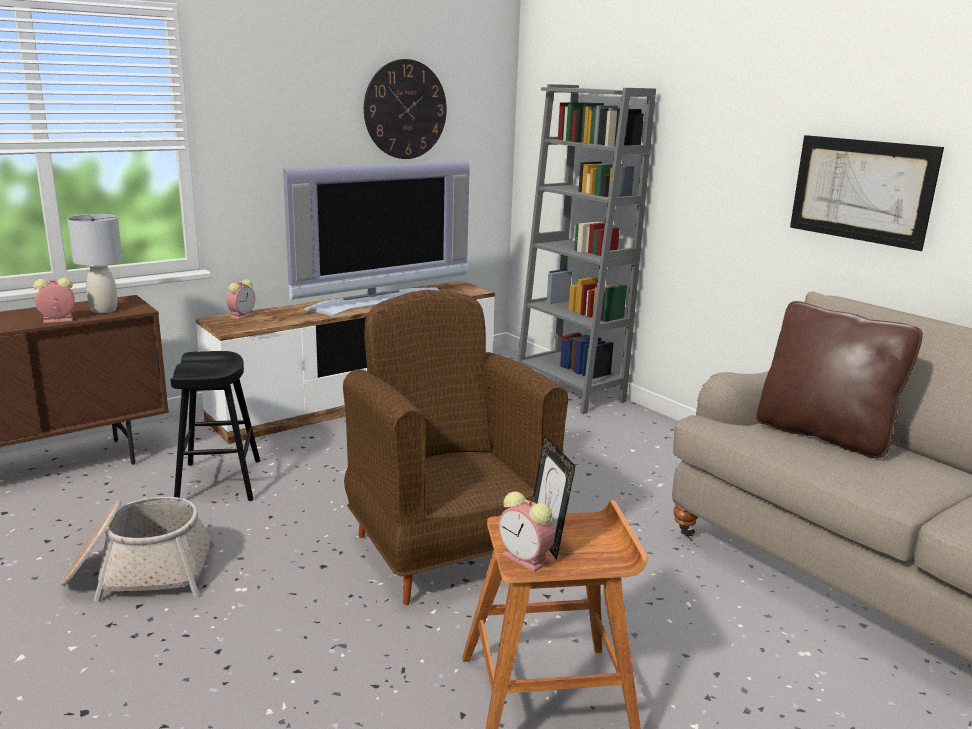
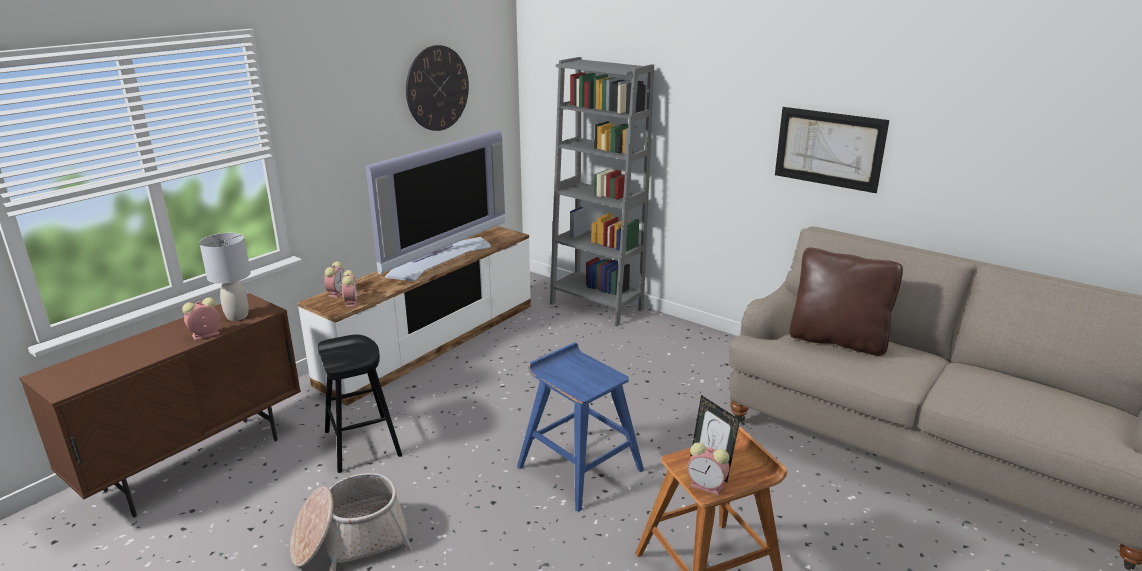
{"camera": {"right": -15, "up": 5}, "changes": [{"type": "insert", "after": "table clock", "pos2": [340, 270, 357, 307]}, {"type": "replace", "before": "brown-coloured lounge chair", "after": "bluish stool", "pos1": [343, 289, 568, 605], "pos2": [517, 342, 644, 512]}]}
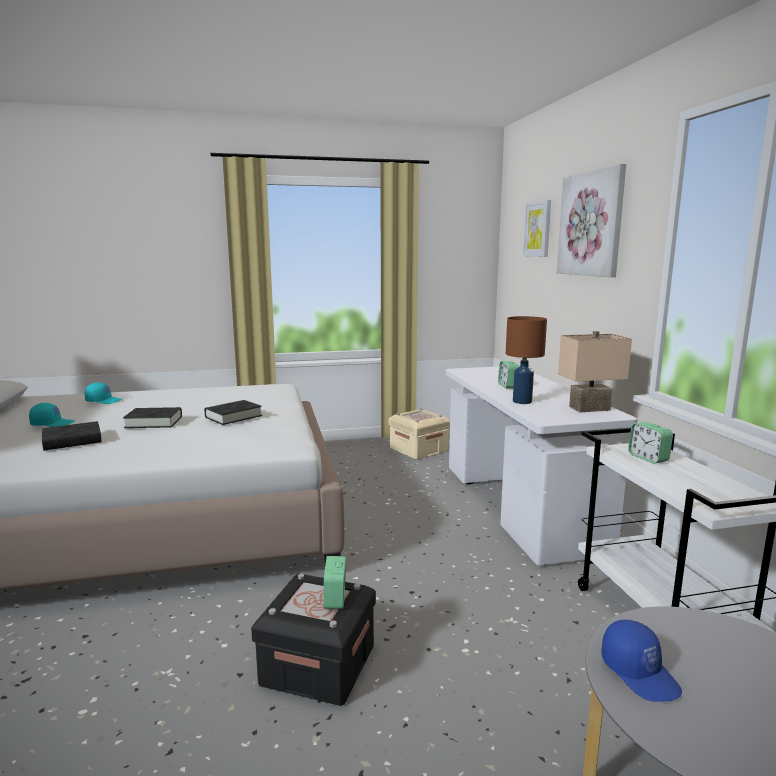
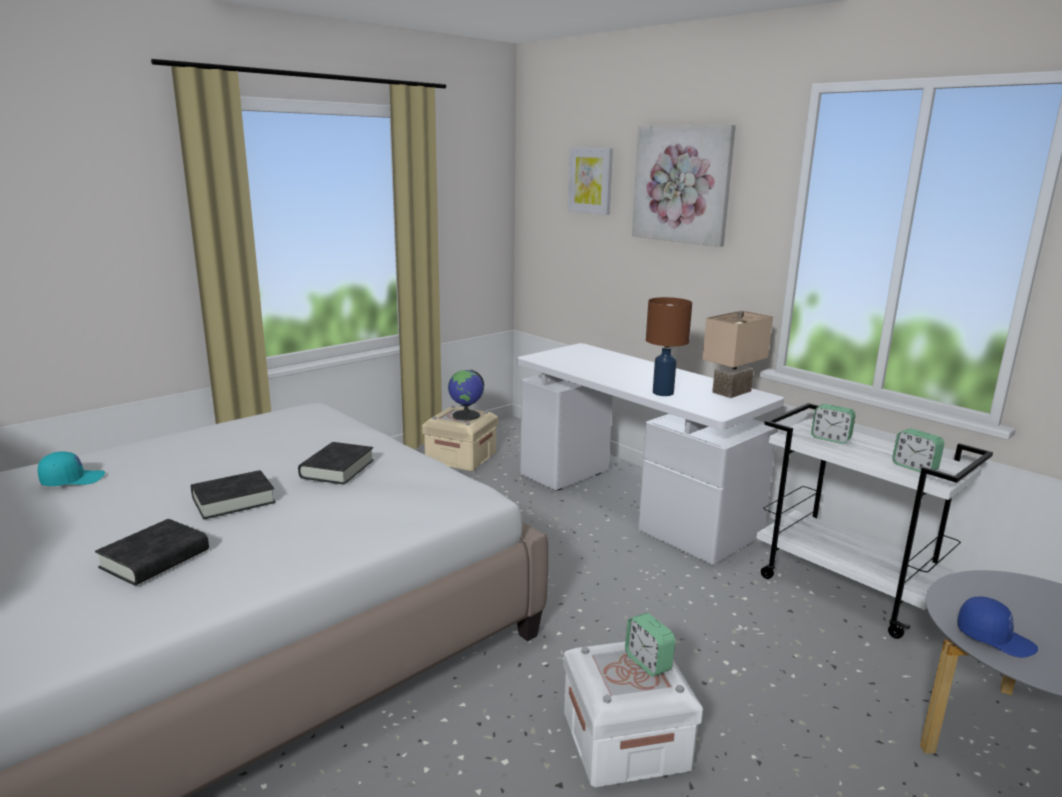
{"camera": {"right": -30, "up": 5}, "changes": [{"type": "delete", "before": "turquoise-coloured peaked cap", "pos1": [29, 403, 75, 427]}, {"type": "insert", "after": "globe", "pos2": [448, 369, 484, 420]}, {"type": "move", "before": "table clock", "pos1": [498, 361, 519, 389], "pos2": [892, 429, 944, 473]}, {"type": "recolor", "before": "black-coloured storage bin", "after": "white storage bin", "pos1": [251, 574, 376, 706], "pos2": [563, 642, 703, 787]}]}
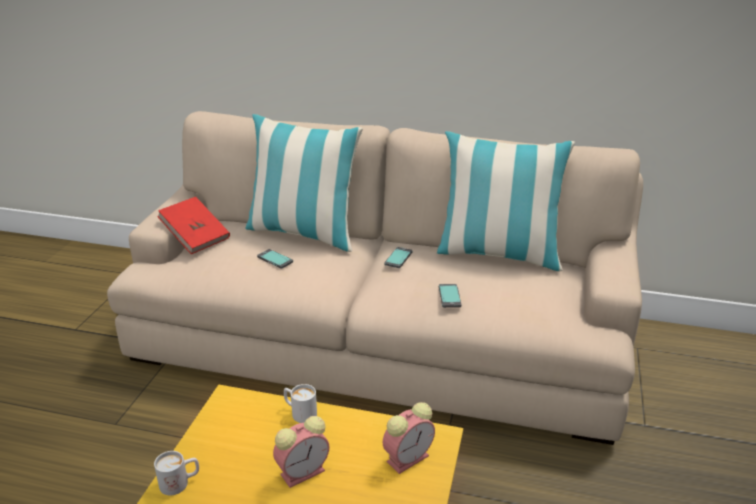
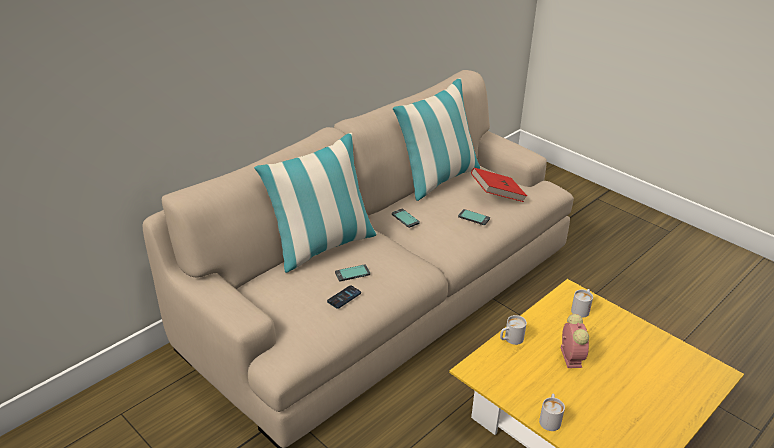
{"camera": {"right": -60, "up": 5}, "changes": [{"type": "insert", "after": "telephone", "pos2": [327, 286, 361, 309]}, {"type": "move", "before": "red volume", "pos1": [157, 197, 230, 254], "pos2": [471, 168, 527, 202]}, {"type": "replace", "before": "table clock", "after": "white tea mug", "pos1": [383, 402, 435, 474], "pos2": [571, 289, 593, 318]}]}
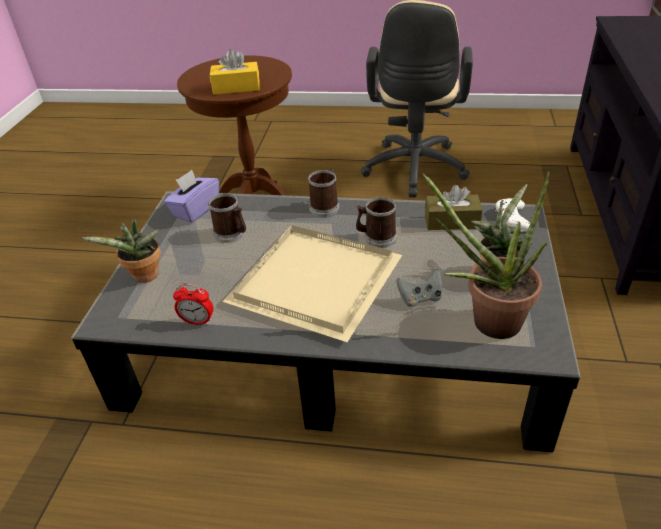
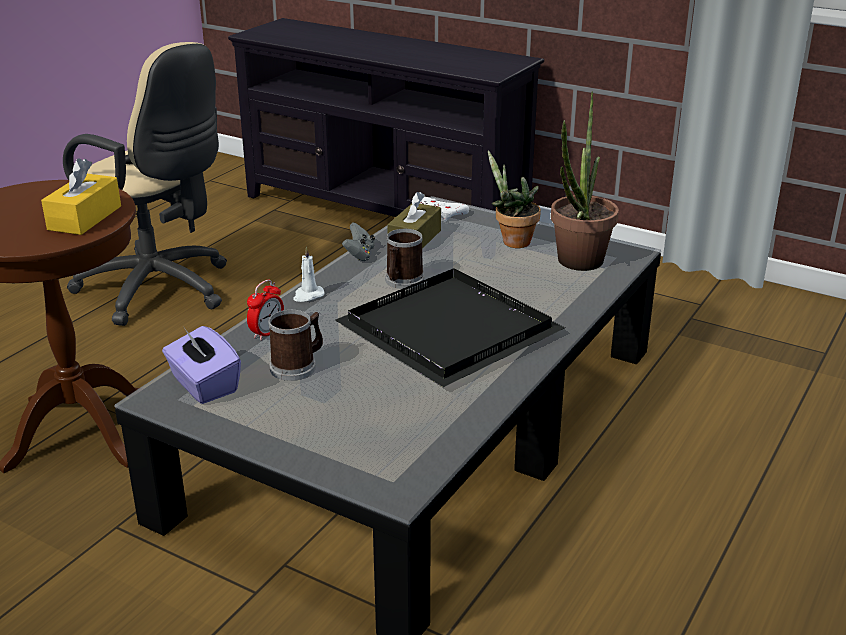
{"camera": {"right": -70, "up": -10}, "changes": [{"type": "delete", "before": "houseplant", "pos1": [81, 219, 161, 283]}, {"type": "move", "before": "table clock", "pos1": [173, 284, 213, 325], "pos2": [247, 280, 284, 341]}, {"type": "move", "before": "gray gamepad", "pos1": [396, 269, 442, 307], "pos2": [342, 222, 375, 261]}, {"type": "replace", "before": "tea mug", "after": "white candle", "pos1": [308, 168, 339, 217], "pos2": [293, 247, 325, 302]}, {"type": "recolor", "before": "sand-coloured tray", "after": "black-coloured tray", "pos1": [222, 225, 402, 342], "pos2": [335, 268, 565, 387]}]}
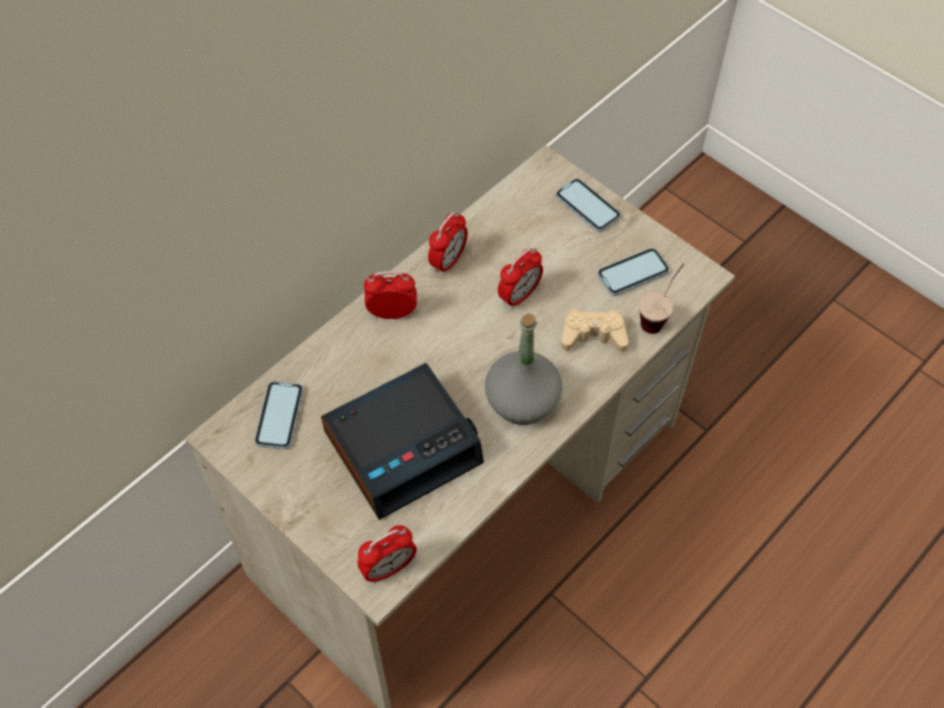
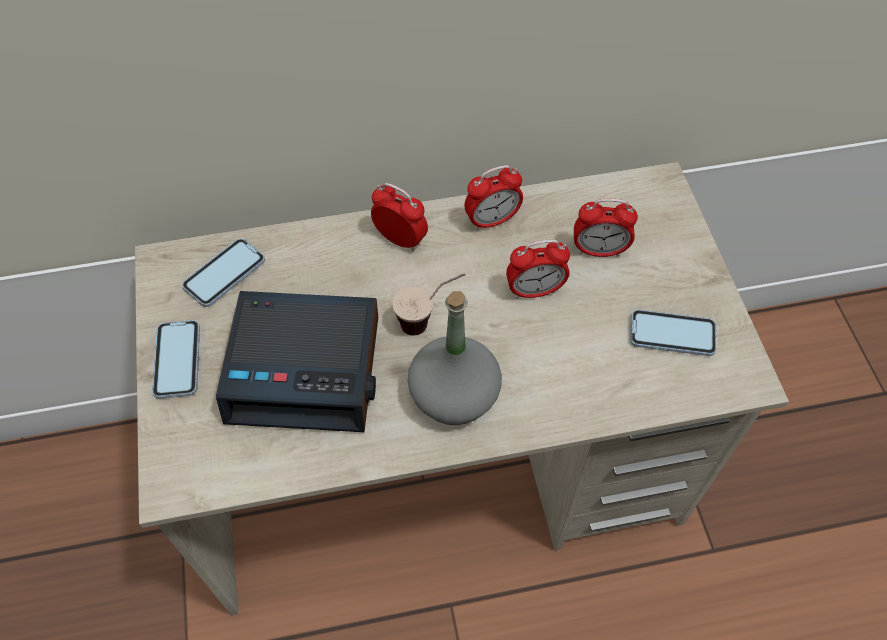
{"camera": {"right": 35, "up": 0}, "changes": [{"type": "delete", "before": "sand-coloured gamepad", "pos1": [561, 310, 628, 352]}, {"type": "move", "before": "table clock", "pos1": [357, 525, 417, 583], "pos2": [574, 198, 638, 257]}, {"type": "move", "before": "telephone", "pos1": [556, 178, 621, 232], "pos2": [152, 320, 200, 399]}, {"type": "move", "before": "drinking cup", "pos1": [639, 264, 684, 334], "pos2": [392, 273, 465, 335]}]}
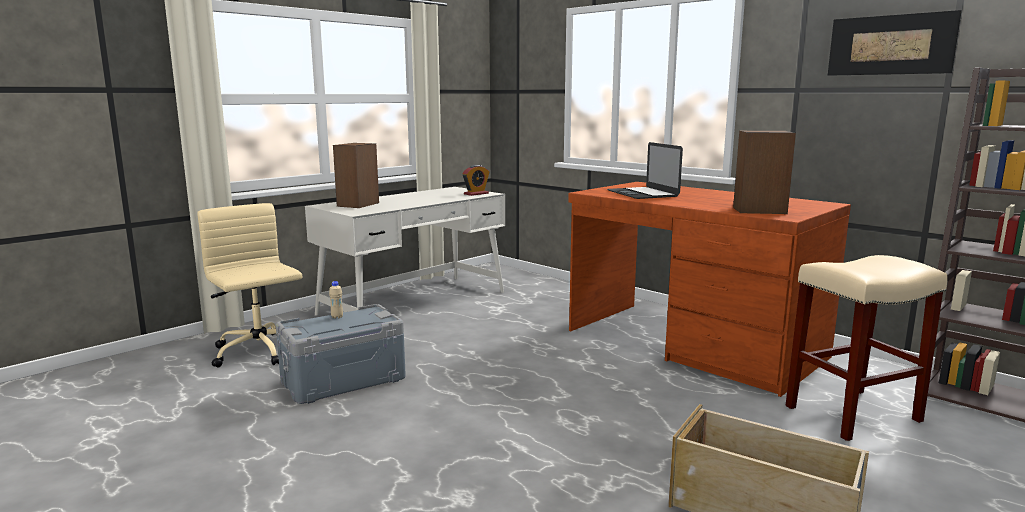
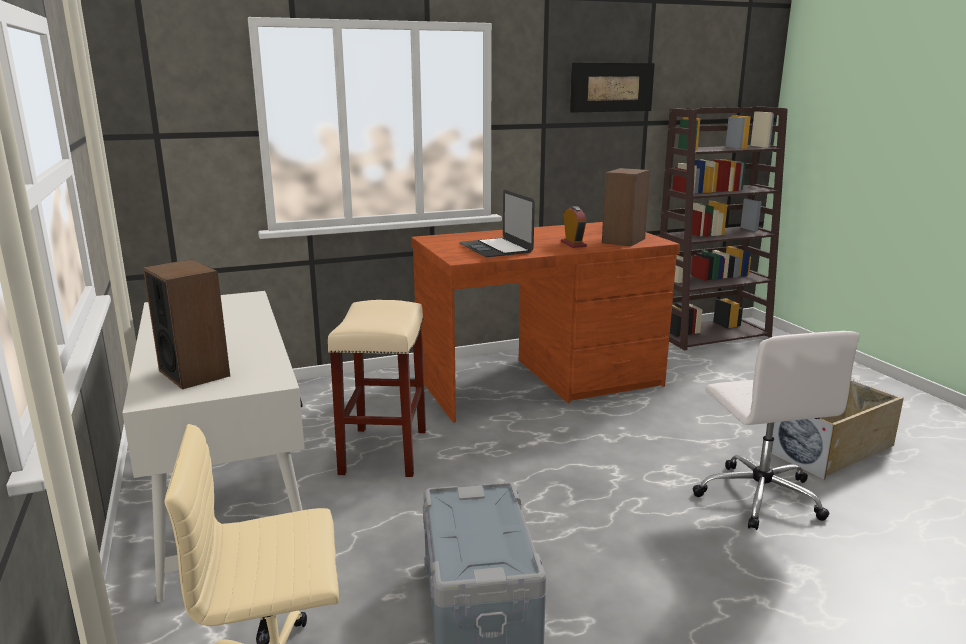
{"camera": {"right": -65, "up": 5}, "changes": [{"type": "delete", "before": "sand-coloured beverage bottle", "pos1": [329, 281, 343, 319]}, {"type": "insert", "after": "white computer chair", "pos2": [692, 331, 860, 530]}, {"type": "move", "before": "table clock", "pos1": [462, 165, 489, 196], "pos2": [561, 206, 587, 248]}, {"type": "move", "before": "sand-coloured stool", "pos1": [785, 255, 948, 441], "pos2": [328, 300, 426, 477]}, {"type": "rotate", "before": "portable computer", "pos1": [607, 142, 683, 199], "pos2": [459, 190, 535, 257], "turn": 60}]}
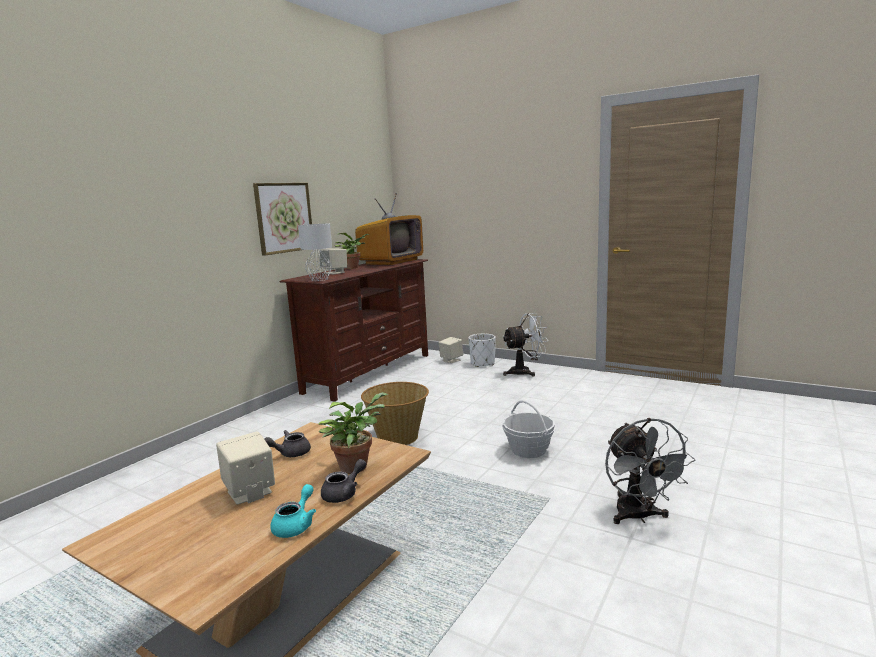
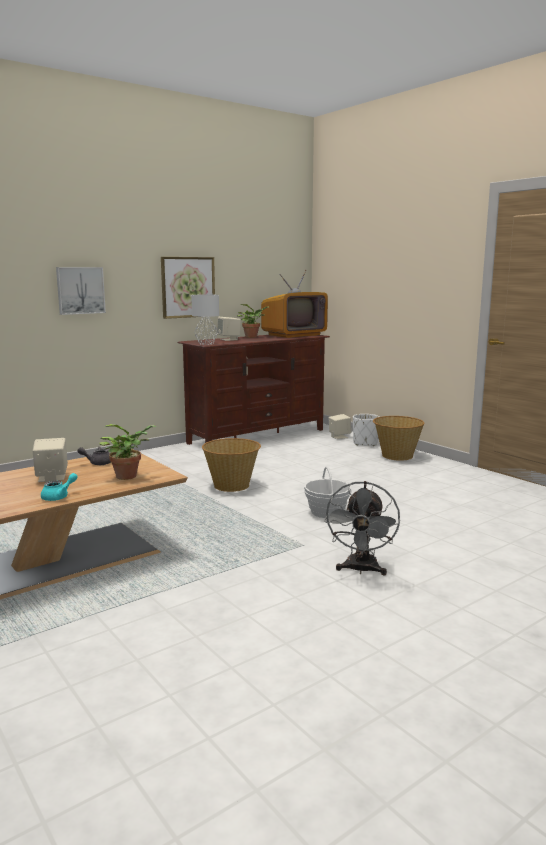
{"camera": {"right": 20, "up": 0}, "changes": [{"type": "delete", "before": "gray pot for tea", "pos1": [321, 459, 366, 503]}, {"type": "insert", "after": "picture", "pos2": [56, 267, 106, 315]}, {"type": "replace", "before": "white electric fan", "after": "basket", "pos1": [503, 313, 548, 377], "pos2": [373, 416, 425, 461]}]}
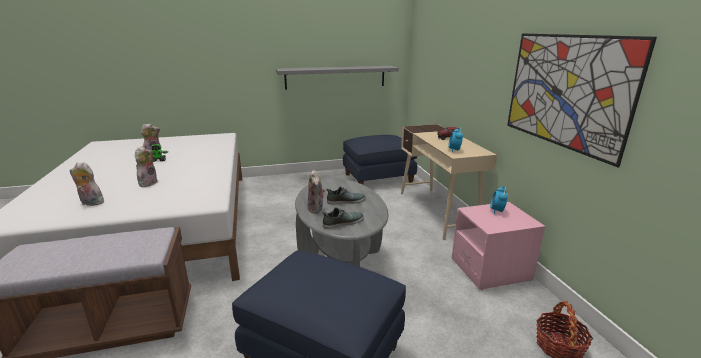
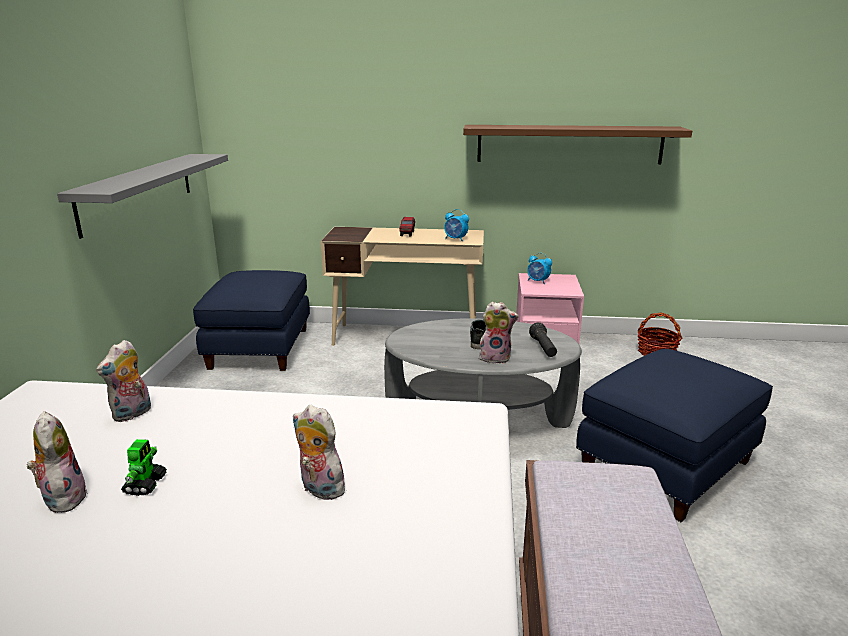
{"camera": {"right": -70, "up": 0}, "changes": [{"type": "move", "before": "soft toy", "pos1": [70, 162, 104, 206], "pos2": [96, 340, 151, 422]}, {"type": "replace", "before": "low shoe", "after": "black-coloured flashlight", "pos1": [322, 207, 364, 229], "pos2": [529, 323, 557, 357]}, {"type": "replace", "before": "picture", "after": "brown-coloured bracket shelf", "pos1": [507, 33, 657, 167], "pos2": [463, 125, 692, 164]}]}
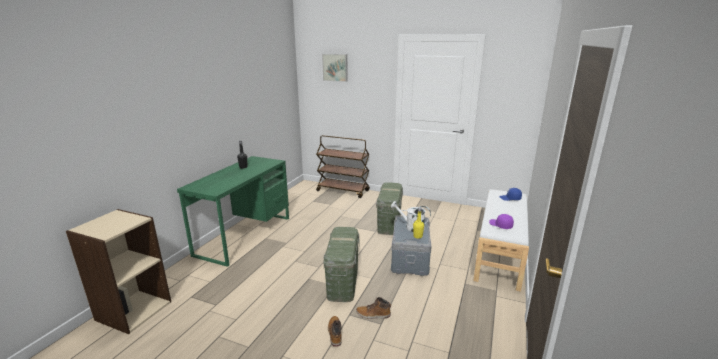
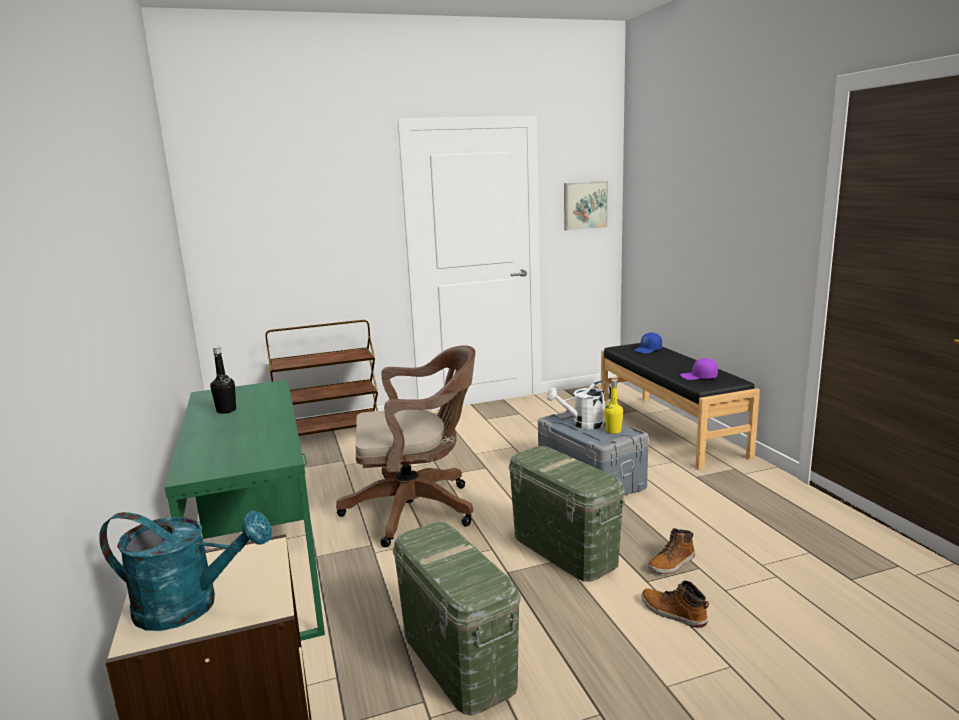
{"camera": {"right": -40, "up": -5}, "changes": [{"type": "insert", "after": "turquoise-coloured watering can", "pos2": [99, 511, 272, 631]}, {"type": "insert", "after": "brown-coloured computer chair", "pos2": [336, 345, 476, 547]}, {"type": "move", "before": "picture", "pos1": [322, 54, 348, 82], "pos2": [564, 181, 608, 230]}, {"type": "move", "before": "green-coloured storage bin", "pos1": [376, 182, 403, 235], "pos2": [393, 522, 521, 716]}, {"type": "recolor", "before": "white indoor bench", "after": "black-coloured indoor bench", "pos1": [473, 189, 529, 292], "pos2": [601, 343, 760, 470]}]}
